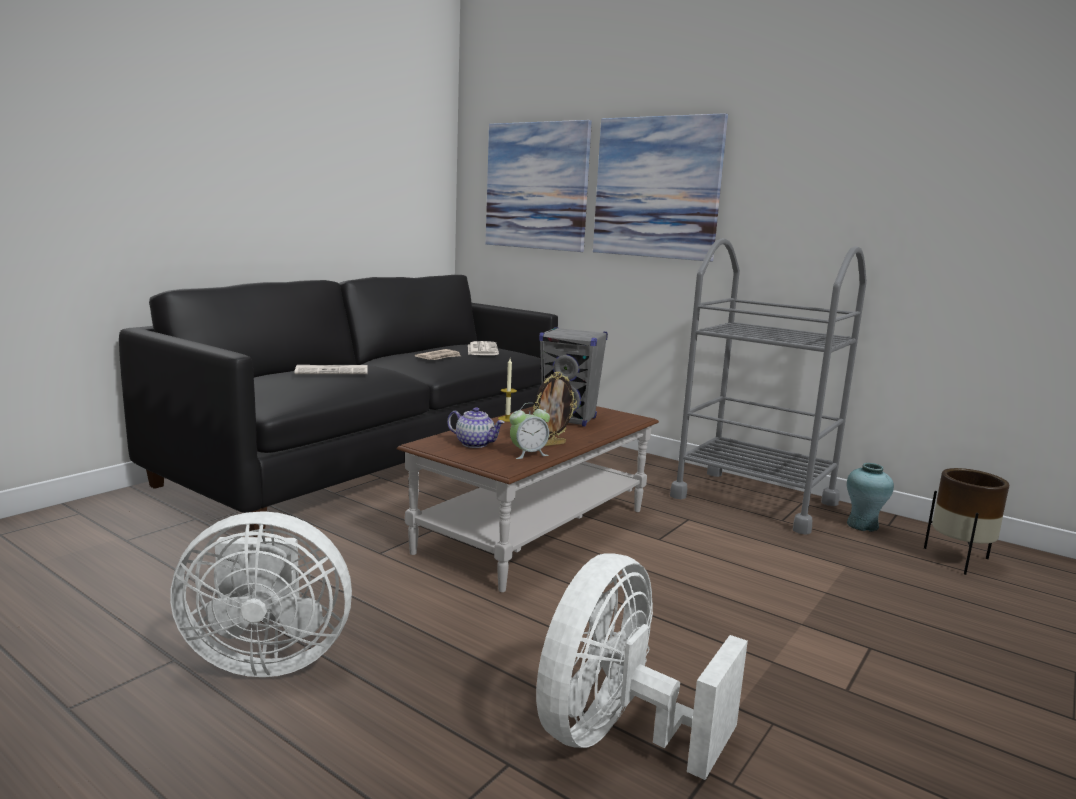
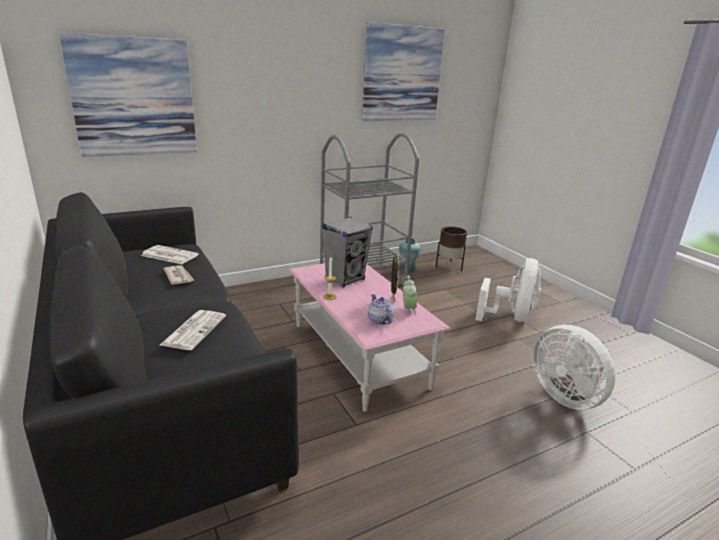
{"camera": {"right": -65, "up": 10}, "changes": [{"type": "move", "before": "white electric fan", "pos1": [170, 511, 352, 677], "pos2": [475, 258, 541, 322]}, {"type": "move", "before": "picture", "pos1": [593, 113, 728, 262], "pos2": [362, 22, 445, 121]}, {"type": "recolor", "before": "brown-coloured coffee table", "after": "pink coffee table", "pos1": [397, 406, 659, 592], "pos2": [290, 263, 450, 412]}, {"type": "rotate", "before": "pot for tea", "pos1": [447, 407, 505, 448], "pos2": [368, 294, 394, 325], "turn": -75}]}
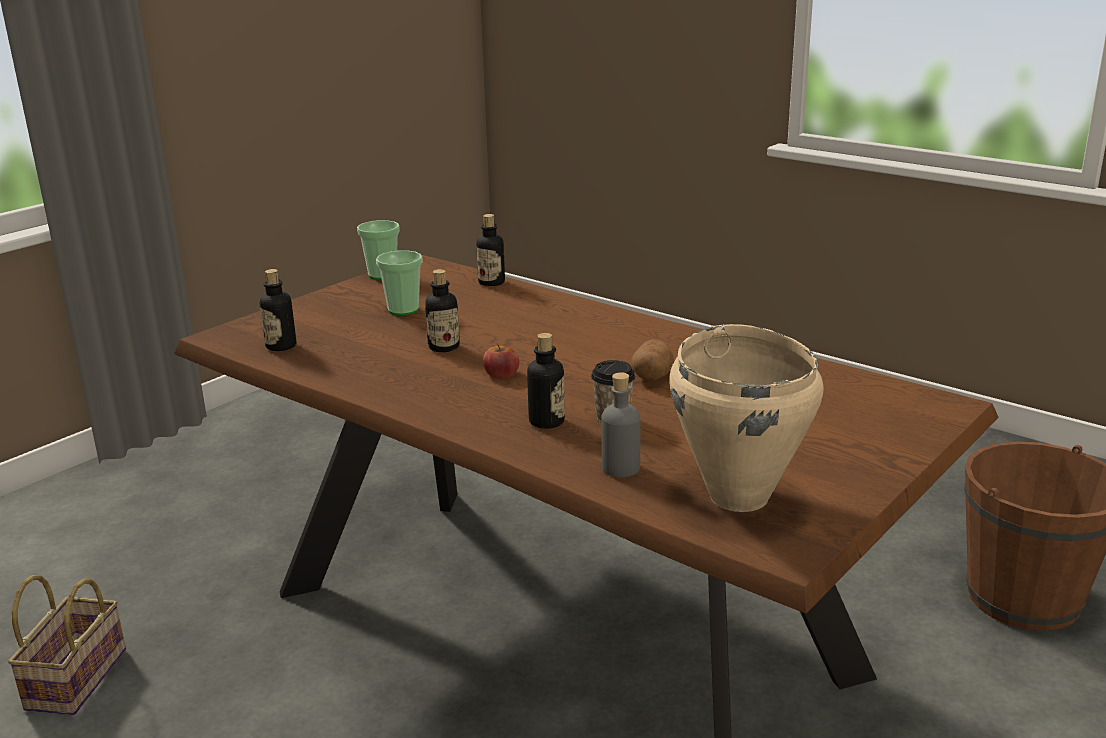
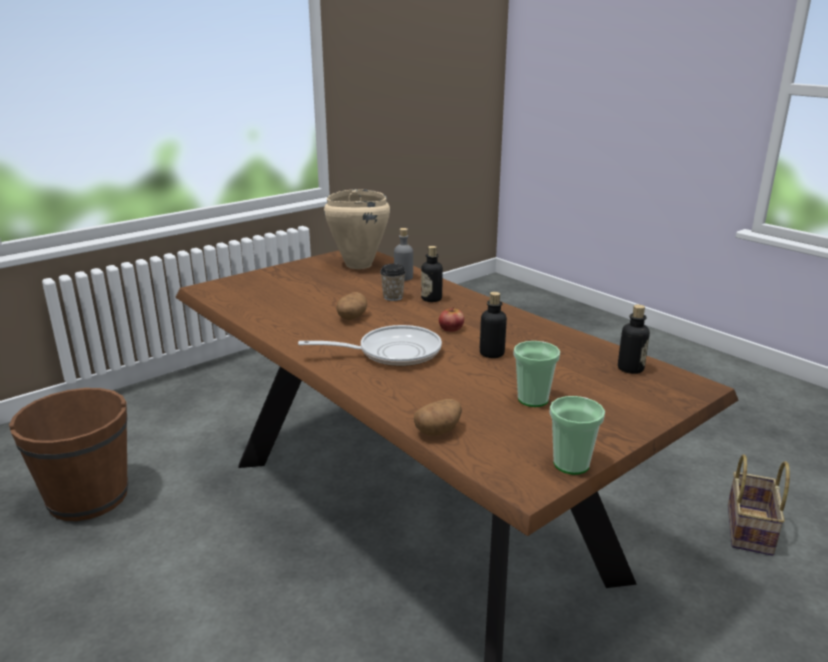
{"camera": {"right": -170, "up": 0}, "changes": [{"type": "insert", "after": "frying pan", "pos2": [298, 325, 442, 366]}, {"type": "replace", "before": "beverage bottle", "after": "spud", "pos1": [476, 214, 505, 286], "pos2": [414, 399, 462, 436]}]}
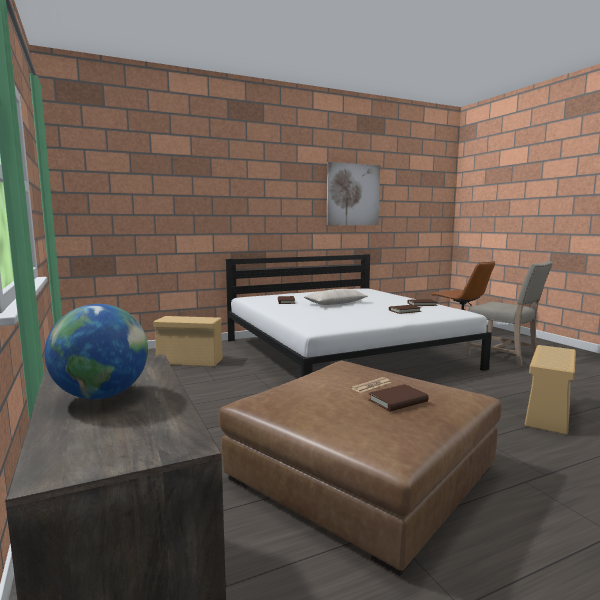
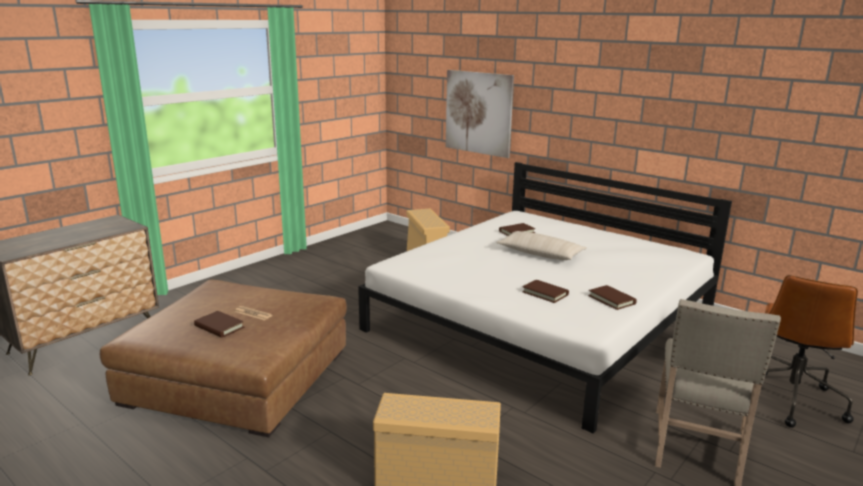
{"camera": {"right": 65, "up": 10}, "changes": [{"type": "delete", "before": "globe", "pos1": [44, 304, 148, 399]}, {"type": "move", "before": "picture", "pos1": [327, 162, 380, 225], "pos2": [446, 70, 514, 158]}]}
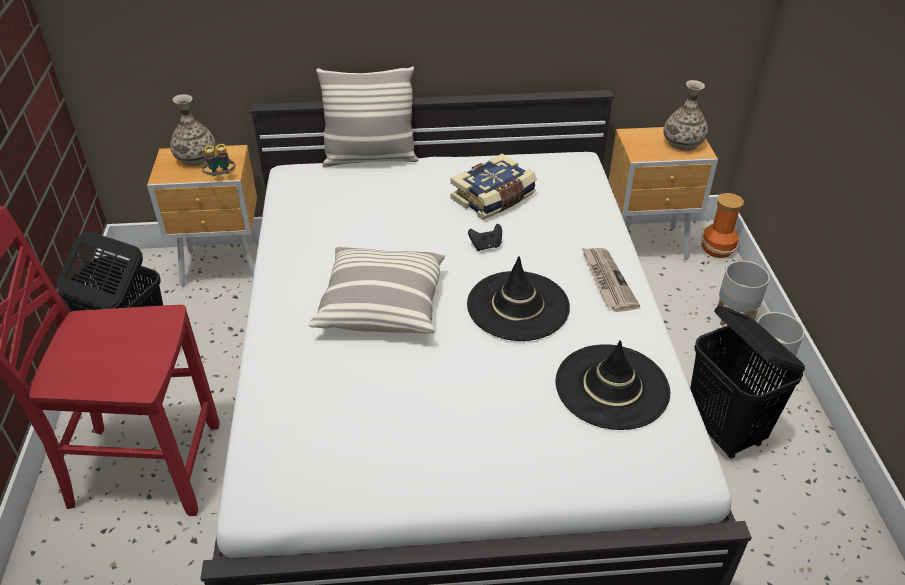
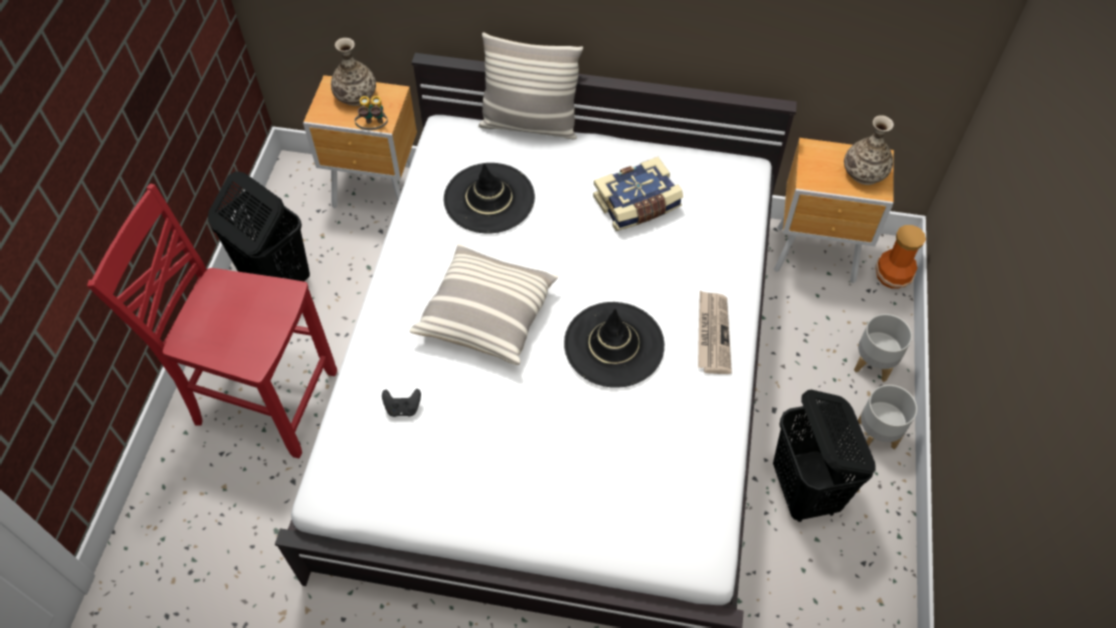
{"camera": {"right": 15, "up": 15}, "changes": [{"type": "move", "before": "black-coloured gamepad", "pos1": [468, 224, 502, 251], "pos2": [382, 389, 421, 417]}, {"type": "move", "before": "black-coloured clothing hat", "pos1": [555, 340, 670, 430], "pos2": [444, 163, 535, 234]}]}
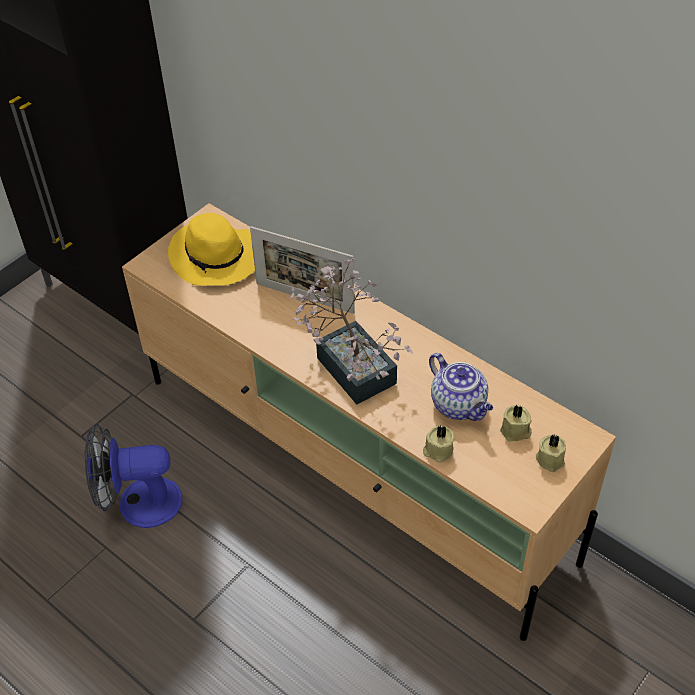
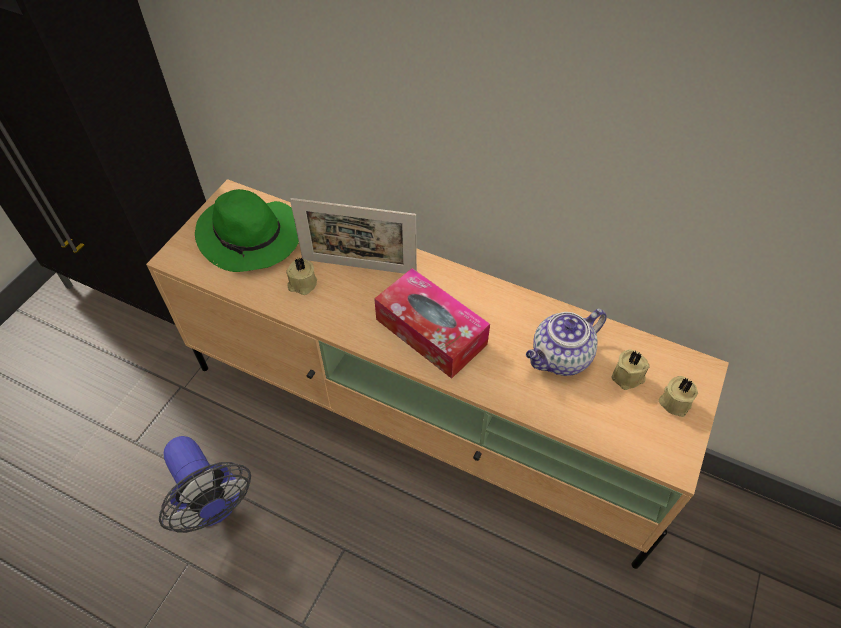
{"camera": {"right": -15, "up": 5}, "changes": [{"type": "move", "before": "sand-coloured candle", "pos1": [423, 425, 454, 463], "pos2": [286, 257, 317, 295]}, {"type": "replace", "before": "houseplant", "after": "tissue holder", "pos1": [289, 258, 413, 405], "pos2": [374, 268, 490, 379]}, {"type": "recolor", "before": "yellow-coloured clothing hat", "after": "green-coloured clothing hat", "pos1": [168, 213, 255, 286], "pos2": [195, 189, 299, 272]}, {"type": "rotate", "before": "electric fan", "pos1": [85, 424, 183, 528], "pos2": [159, 436, 251, 533], "turn": -105}, {"type": "rotate", "before": "pot for tea", "pos1": [429, 353, 493, 421], "pos2": [526, 309, 607, 376], "turn": 105}]}
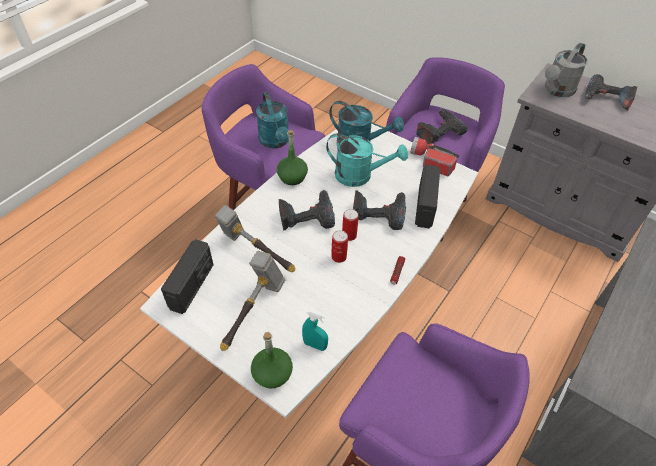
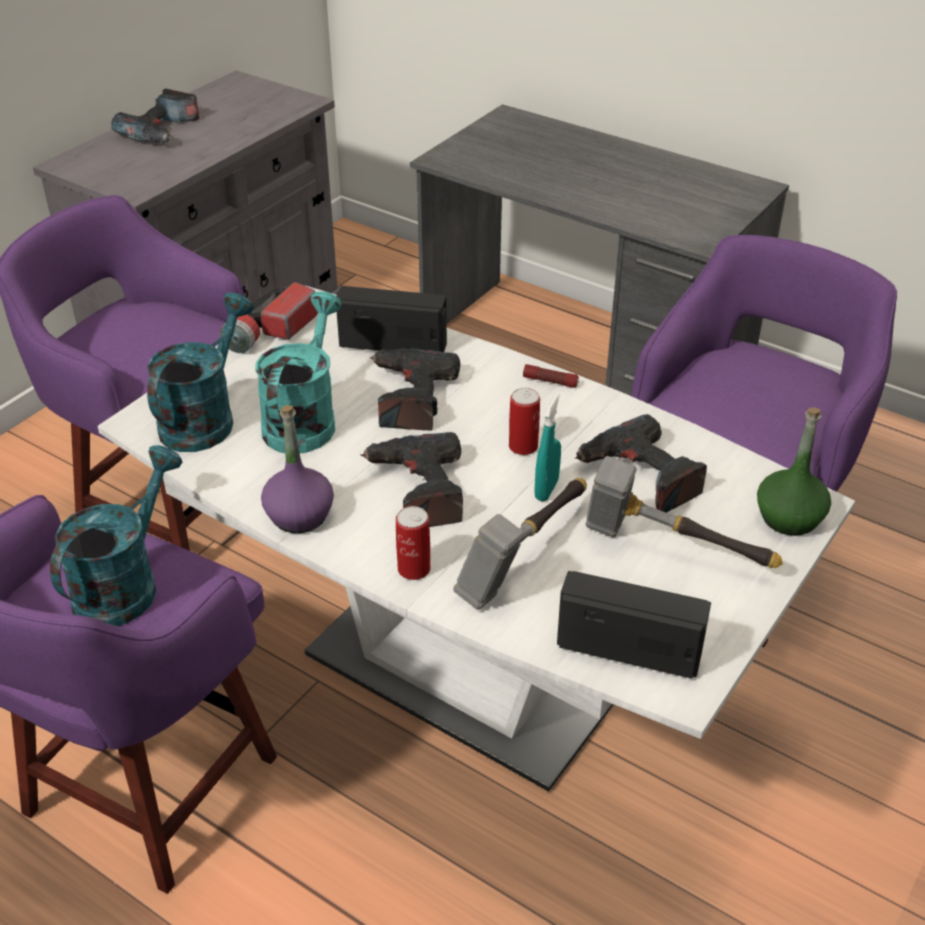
{"camera": {"right": -90, "up": -10}, "changes": [{"type": "delete", "before": "gray watering can", "pos1": [545, 43, 588, 97]}, {"type": "move", "before": "turquoise-coloured spray bottle", "pos1": [302, 310, 328, 351], "pos2": [534, 393, 561, 501]}, {"type": "move", "before": "can", "pos1": [342, 209, 358, 241], "pos2": [396, 506, 430, 580]}, {"type": "move", "before": "electric drill", "pos1": [416, 109, 468, 144], "pos2": [576, 414, 707, 513]}, {"type": "recolor", "before": "green-coloured beverage bottle", "after": "purplish beverage bottle", "pos1": [277, 130, 308, 185], "pos2": [261, 405, 334, 533]}, {"type": "rotate", "before": "turquoise-coloured watering can", "pos1": [256, 92, 289, 148], "pos2": [50, 445, 183, 626], "turn": -45}]}
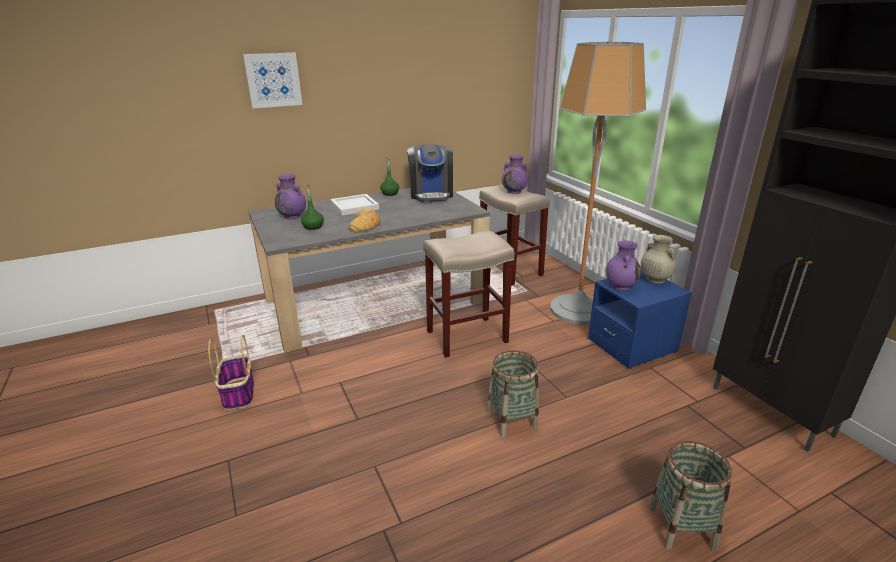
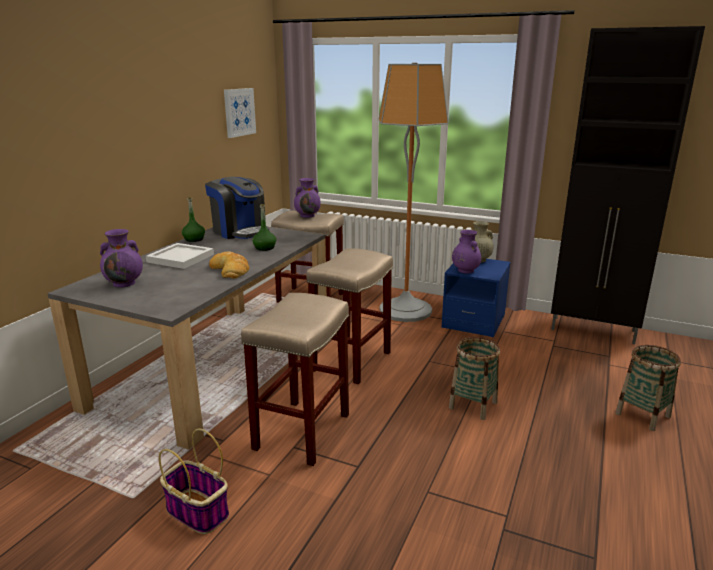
{"camera": {"right": -40, "up": -5}, "changes": [{"type": "insert", "after": "sand-coloured stool", "pos2": [241, 293, 349, 466]}, {"type": "move", "before": "picture", "pos1": [243, 53, 302, 108], "pos2": [224, 88, 256, 138]}, {"type": "move", "before": "green-coloured beverage bottle", "pos1": [300, 185, 324, 230], "pos2": [252, 204, 276, 251]}]}
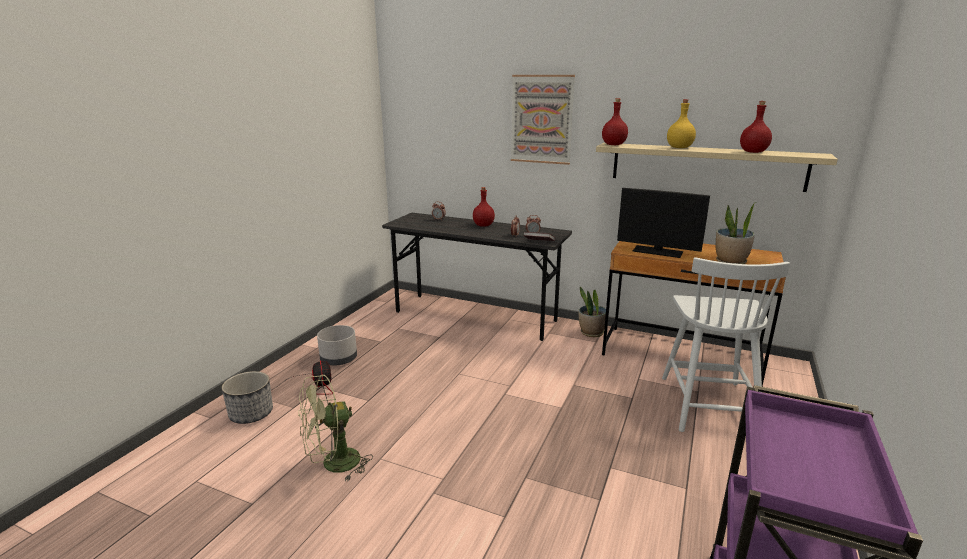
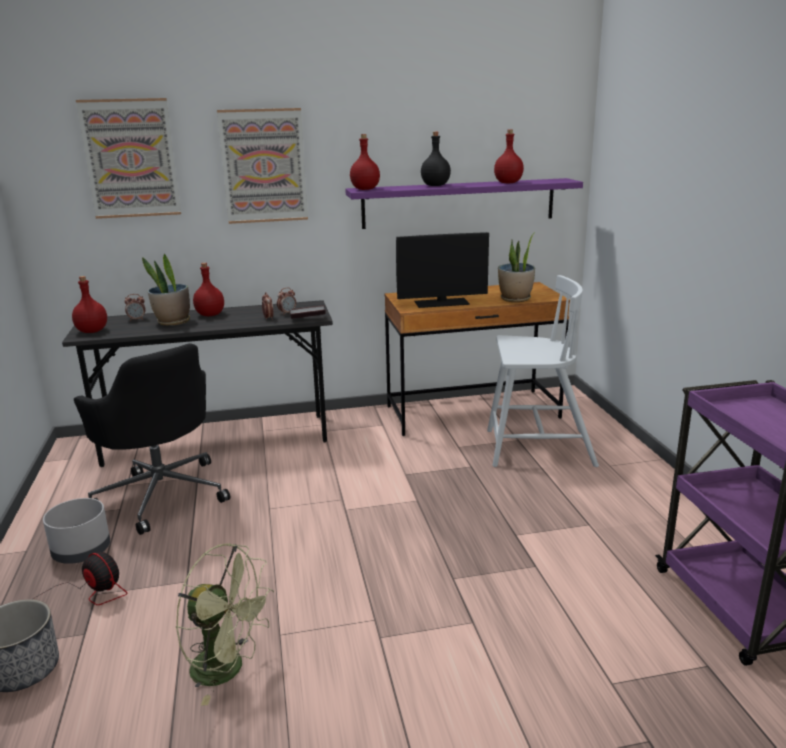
{"camera": {"right": -35, "up": 0}, "changes": [{"type": "insert", "after": "red beverage bottle", "pos2": [72, 276, 107, 333]}, {"type": "insert", "after": "black-coloured computer chair", "pos2": [74, 343, 230, 535]}, {"type": "insert", "after": "picture", "pos2": [76, 98, 181, 219]}, {"type": "move", "before": "houseplant", "pos1": [579, 287, 606, 337], "pos2": [142, 254, 190, 326]}, {"type": "recolor", "before": "sand-coloured bracket shelf", "after": "purplish bracket shelf", "pos1": [596, 143, 838, 192], "pos2": [345, 178, 583, 229]}, {"type": "recolor", "before": "yellow-coloured beverage bottle", "after": "black-coloured beverage bottle", "pos1": [667, 99, 696, 148], "pos2": [421, 132, 451, 186]}, {"type": "rotate", "before": "green-coloured electric fan", "pos1": [298, 375, 373, 481], "pos2": [176, 543, 274, 705], "turn": -90}, {"type": "rotate", "before": "white chair", "pos1": [662, 257, 790, 432], "pos2": [487, 275, 599, 467], "turn": -60}]}
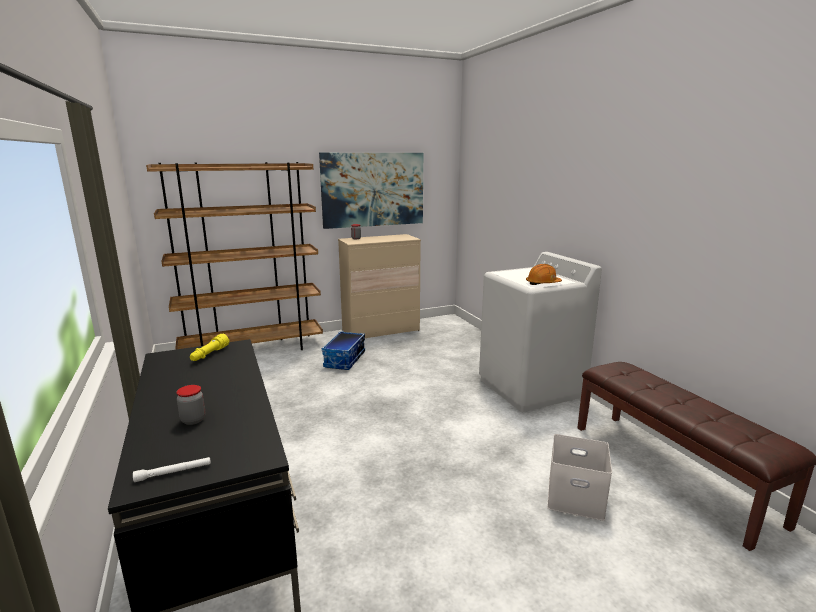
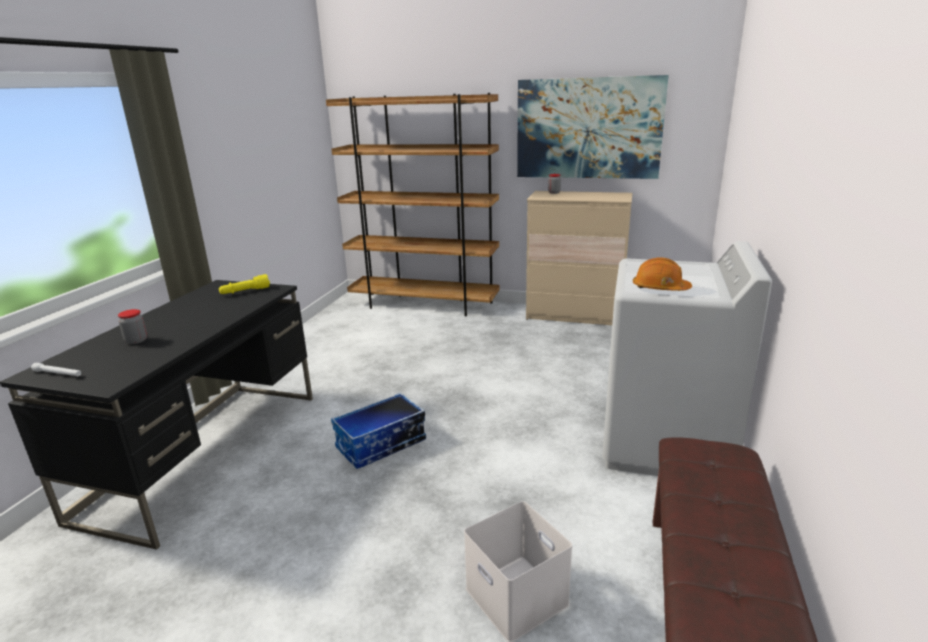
{"camera": {"right": 40, "up": 5}, "changes": [{"type": "move", "before": "storage bin", "pos1": [322, 331, 365, 370], "pos2": [331, 393, 426, 469]}]}
